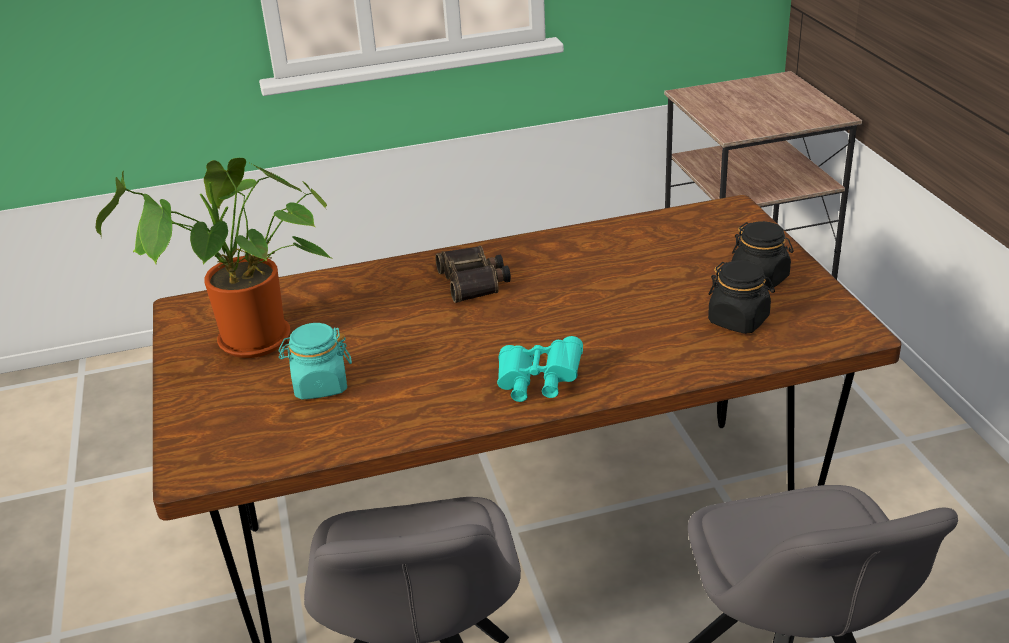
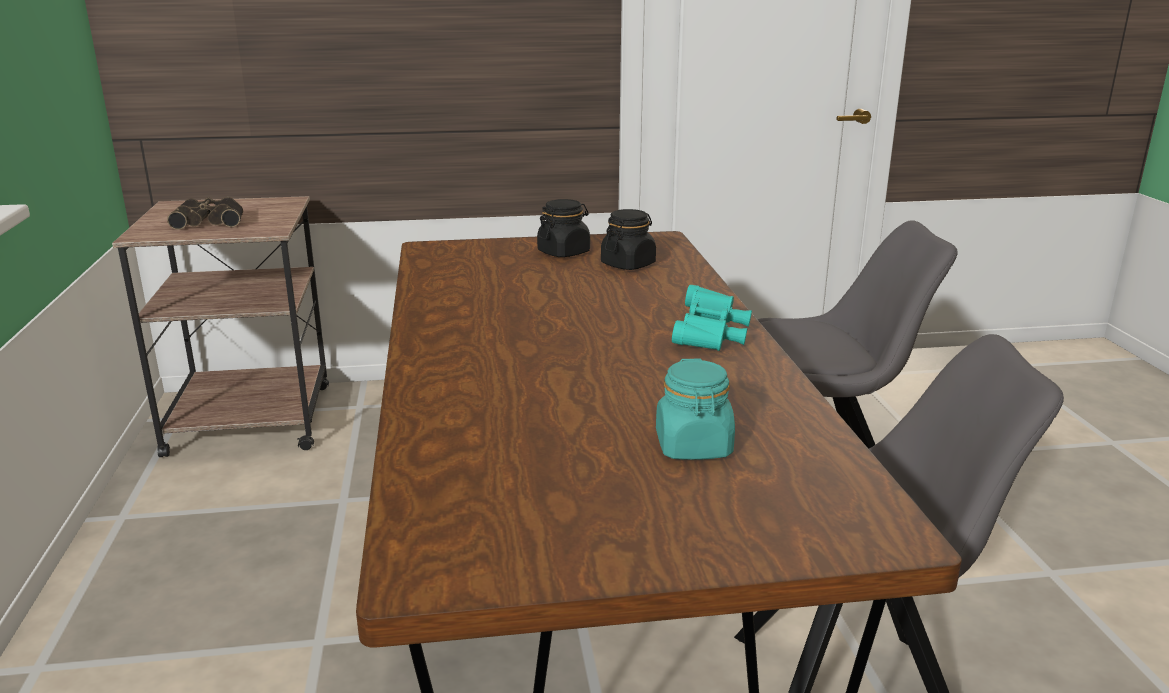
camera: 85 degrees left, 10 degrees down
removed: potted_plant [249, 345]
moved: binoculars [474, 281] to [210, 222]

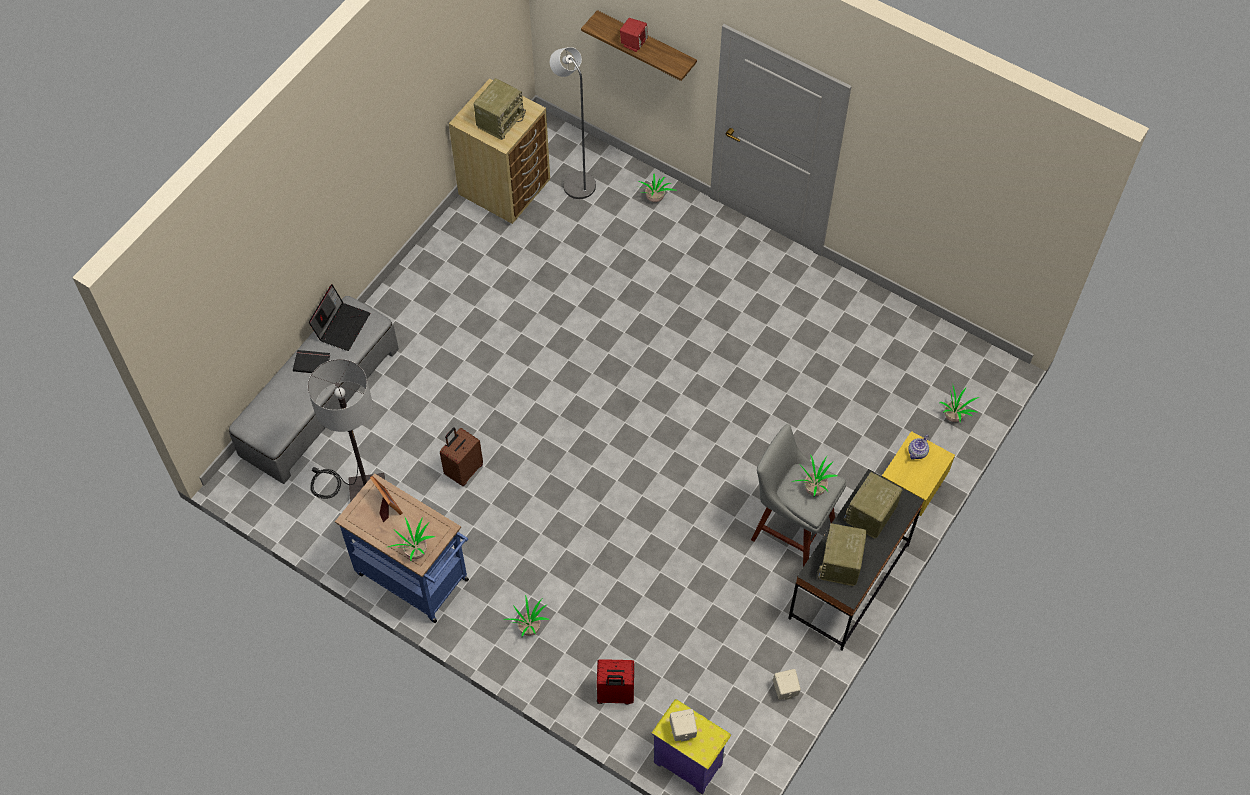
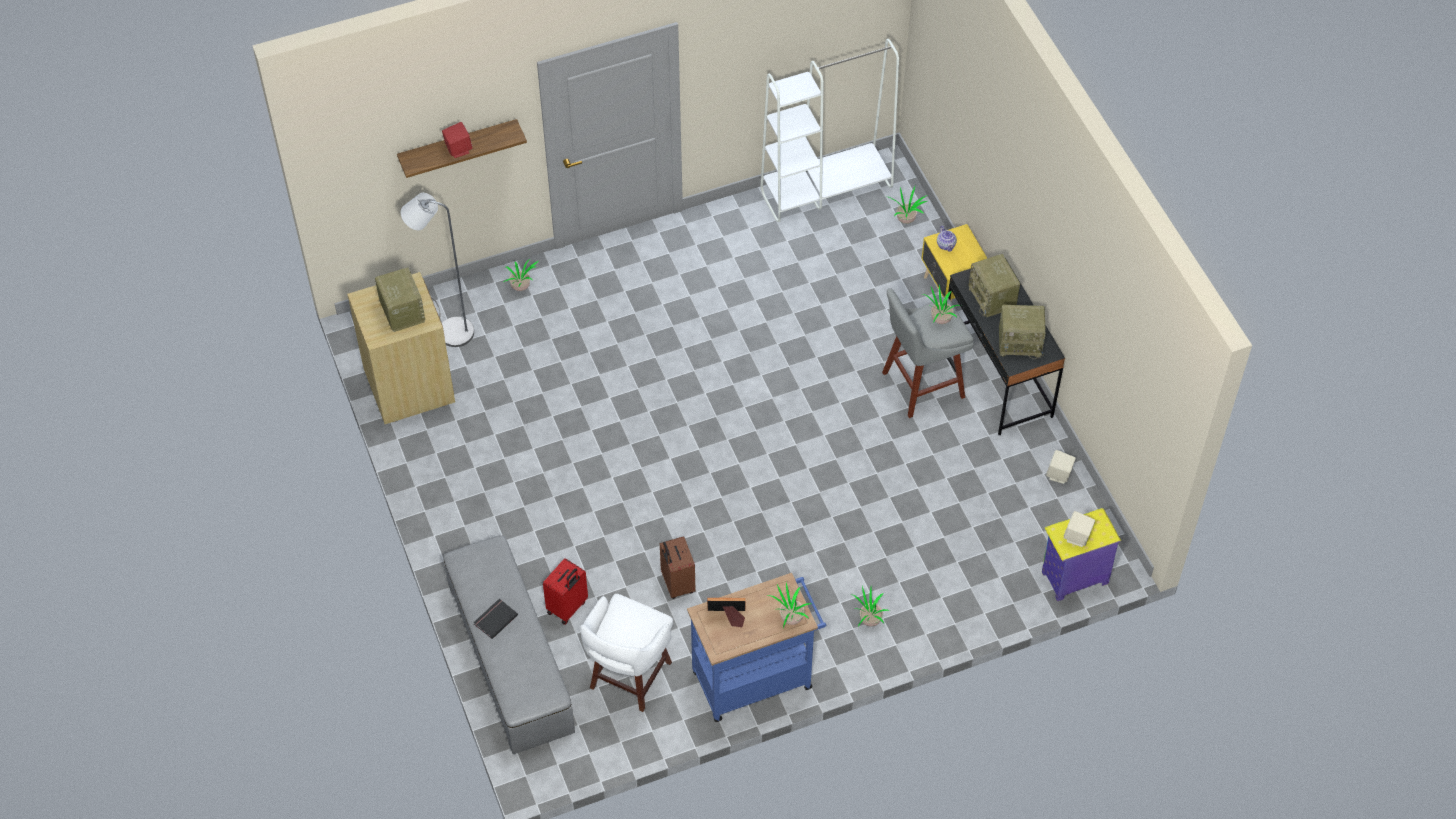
camera: 55 degrees left, 5 degrees down
removed: laptop [342, 325]
added: white_clothes_rack [827, 191]
moved: red_suitcase [615, 694] to [568, 608]
replaced: floor_lamp [355, 490] to white_stool [628, 678]
turned: radio [841, 564] = [1020, 342] 45 degrees counterclockwise

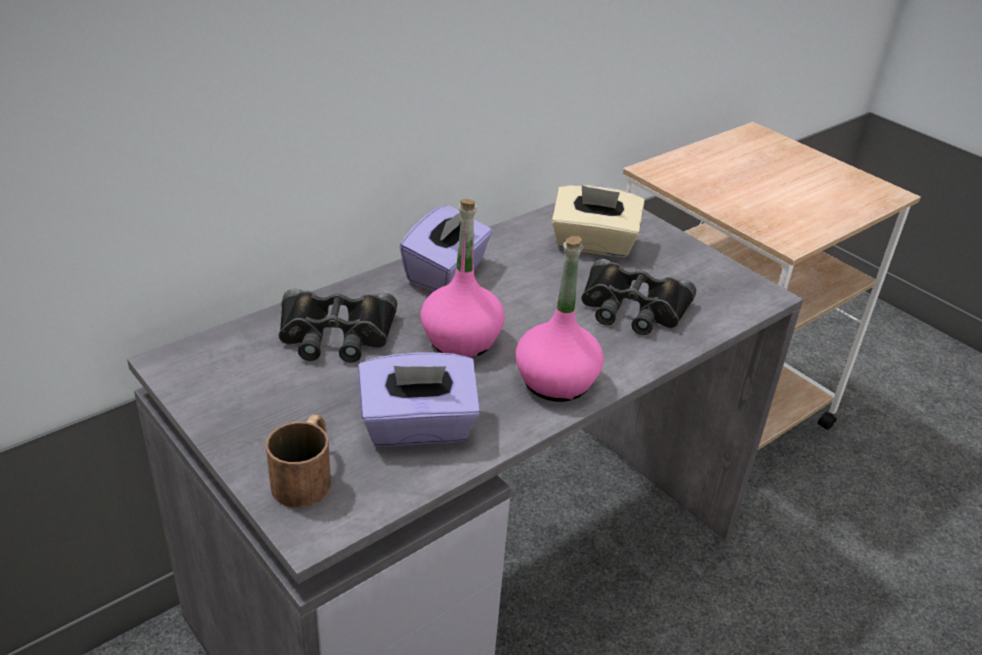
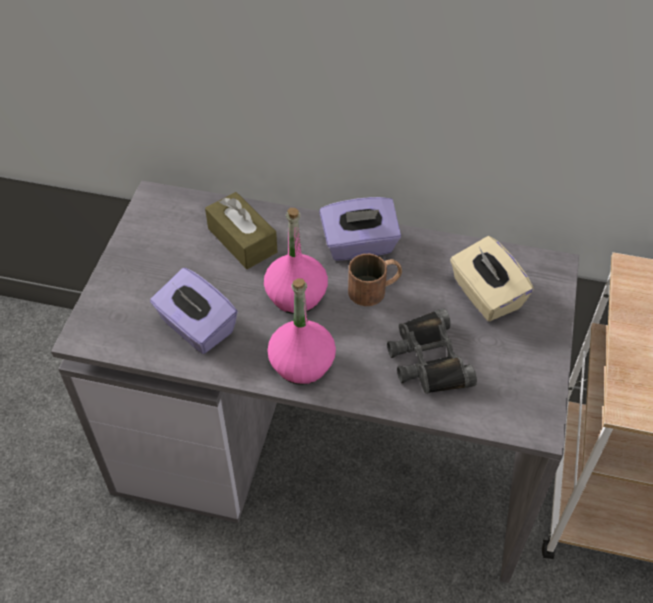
camera: 55 degrees right, 15 degrees up
moved: brown_mug [307, 474] to [375, 289]
replaced: black_binoculars [336, 335] to brown_tissue_box [242, 240]

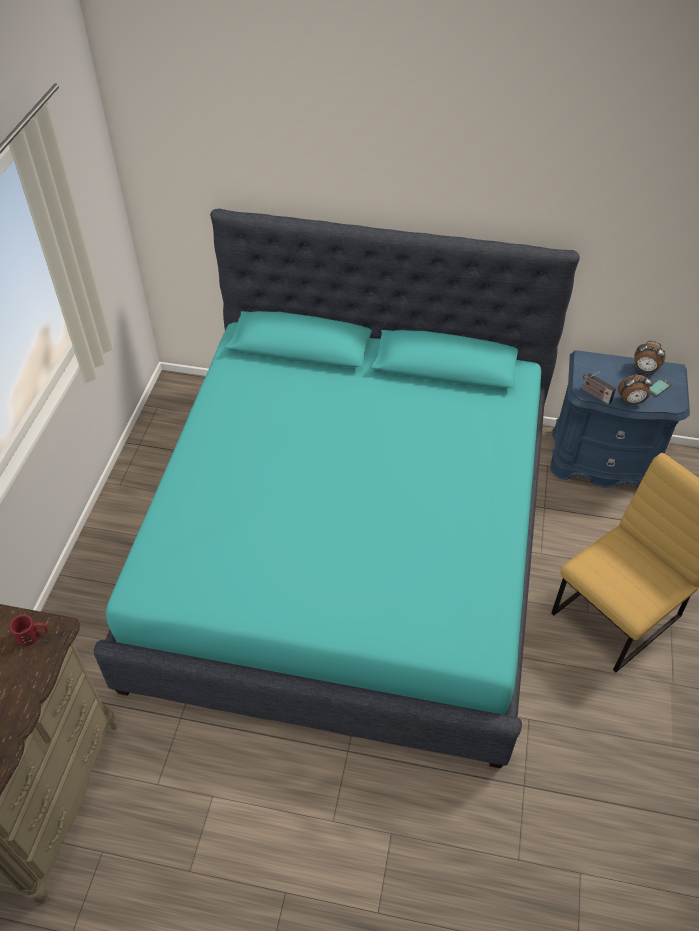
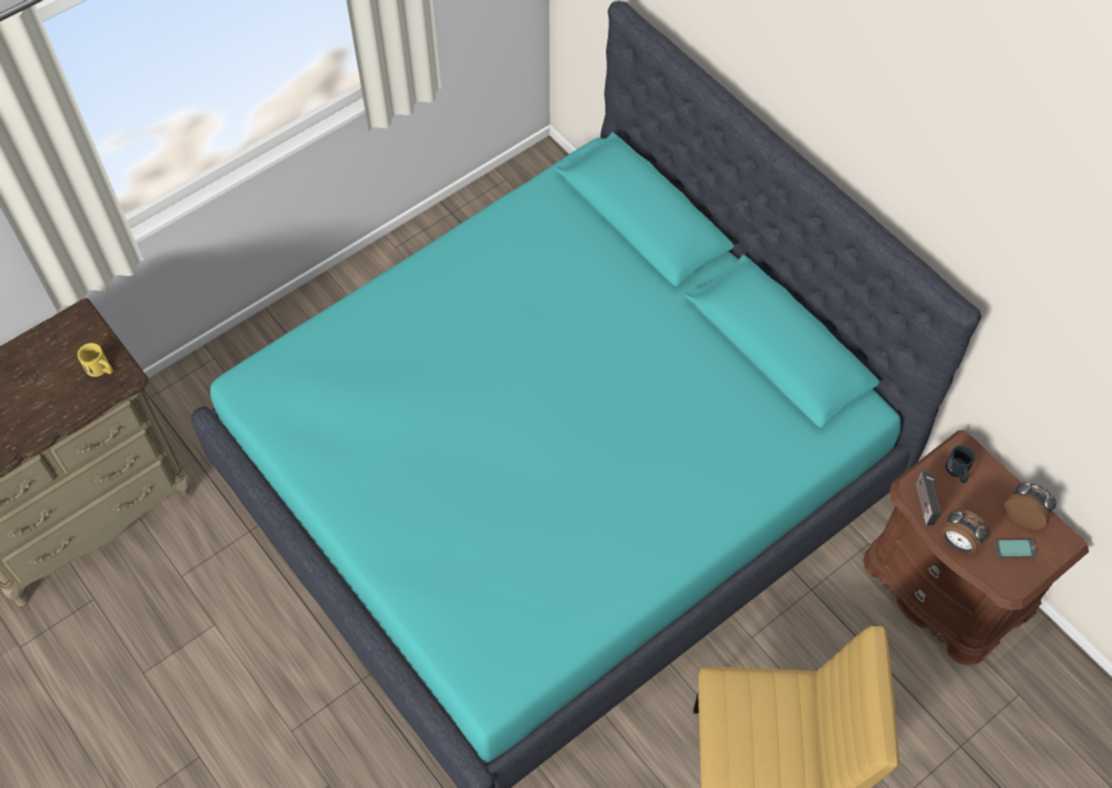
camera: 40 degrees right, 10 degrees up
added: black_mug [958, 472]
recoloured: blue_nightstand [603, 462] to brown_nightstand [943, 589]; red_mug [33, 635] to yellow_mug [101, 369]
turned: alarm_clock [644, 370] = [1023, 515] 150 degrees clockwise

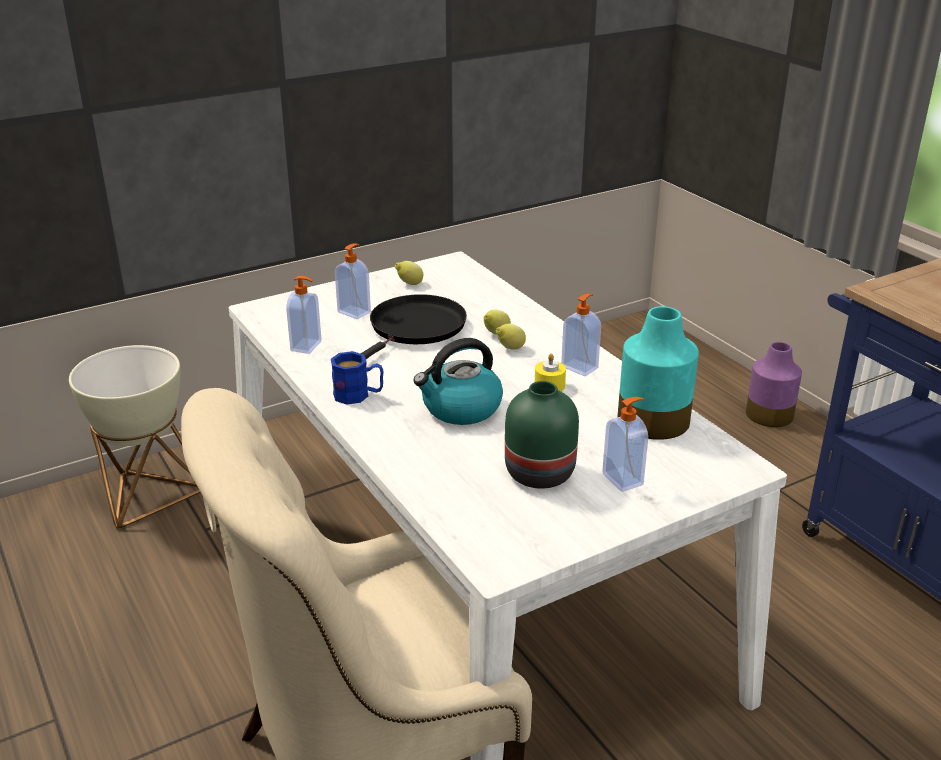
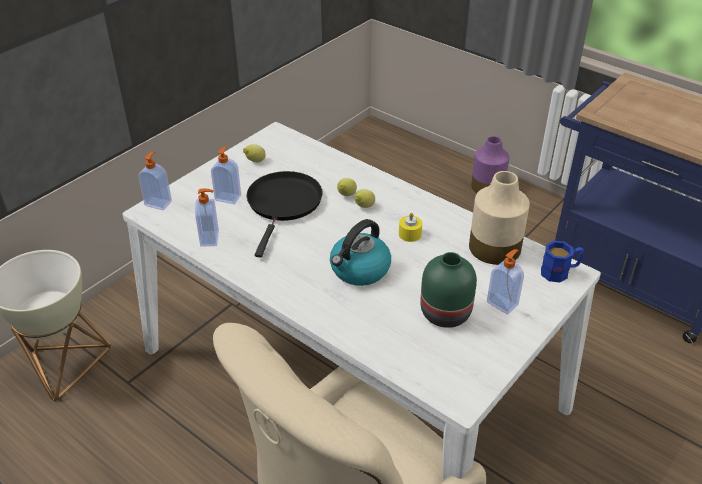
camera: 20 degrees left, 10 degrees up
moved: soap_dispenser [580, 367] to [158, 203]; blue_mug [358, 395] to [560, 272]
recoloured: turquoise_vase [654, 419] to beige_vase [495, 247]

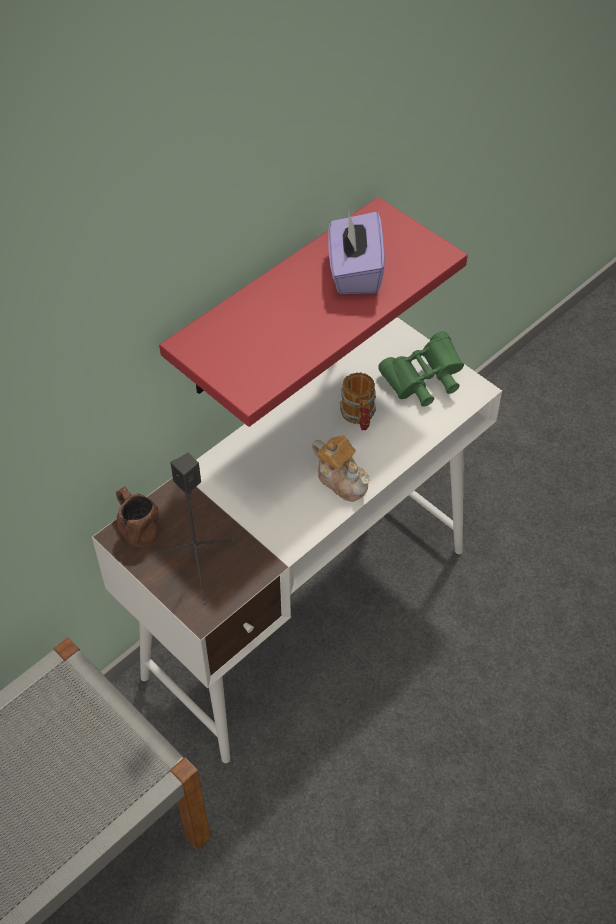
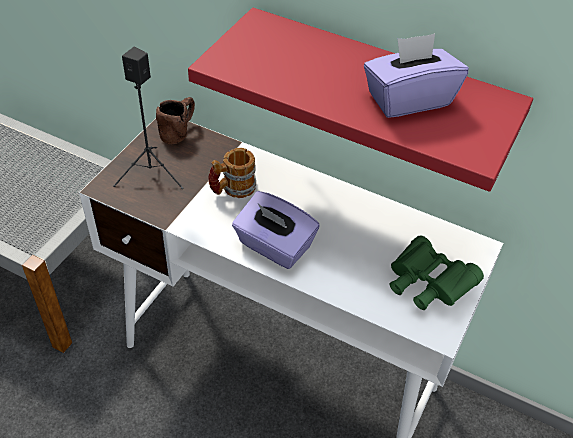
camera: 70 degrees right, 5 degrees down
moved: mug [359, 417] to [232, 189]
replaced: teapot [342, 480] to purple_tissue_box [274, 246]

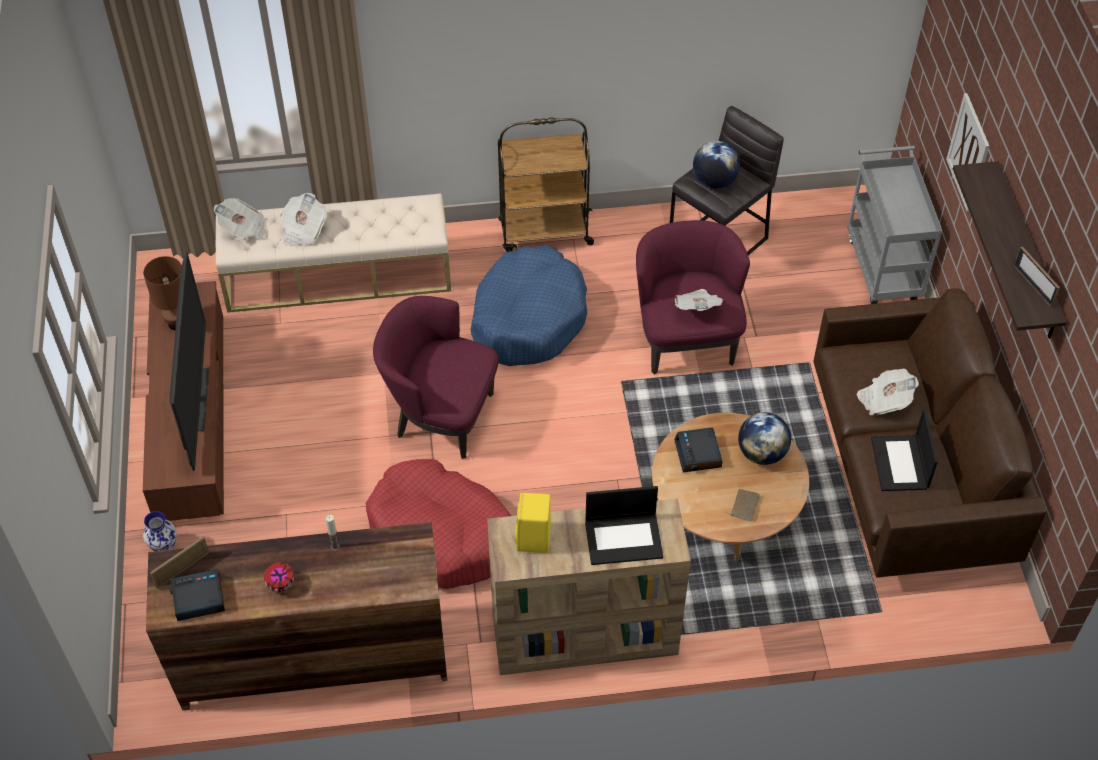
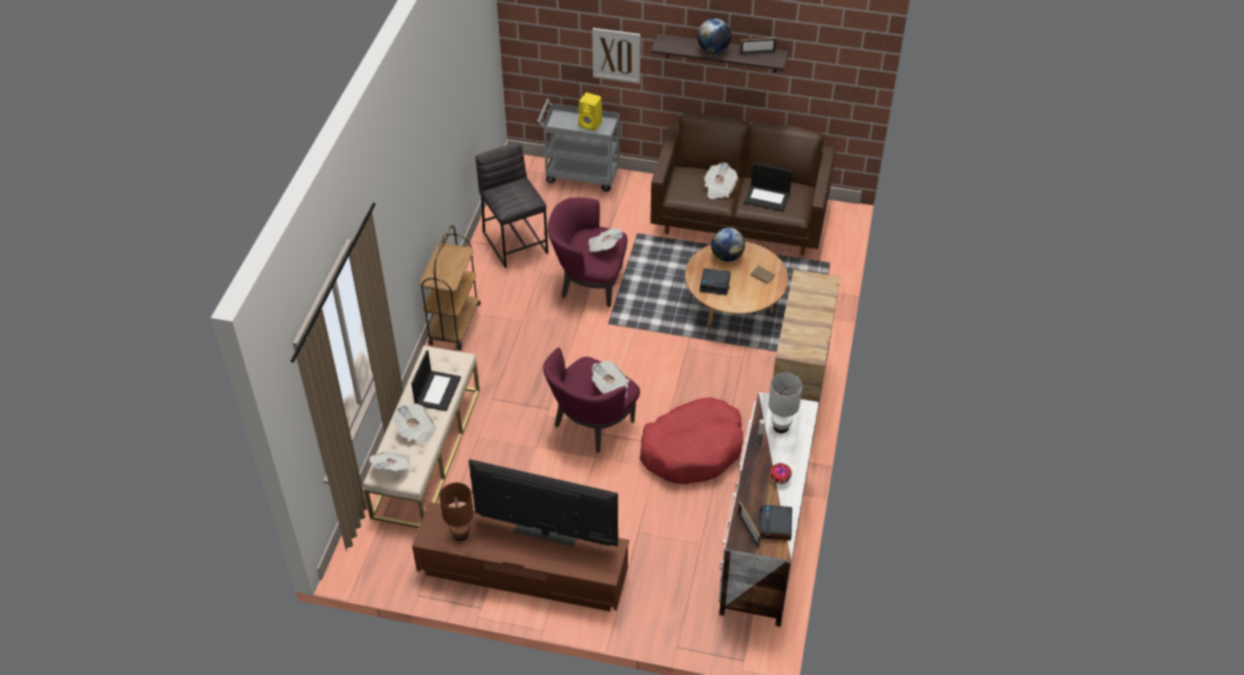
camera: 70 degrees left, 5 degrees down
removed: blue_dog_bed [528, 318]; vase [164, 547]
added: newspaper [611, 387]; white_table_lamp [781, 427]
moved: globe [714, 181] to [713, 50]; laptop [624, 538] to [437, 390]; yellow_speaker [534, 539] to [591, 124]
recoloured: brown_cabinet [311, 656] to white_cabinet [762, 543]

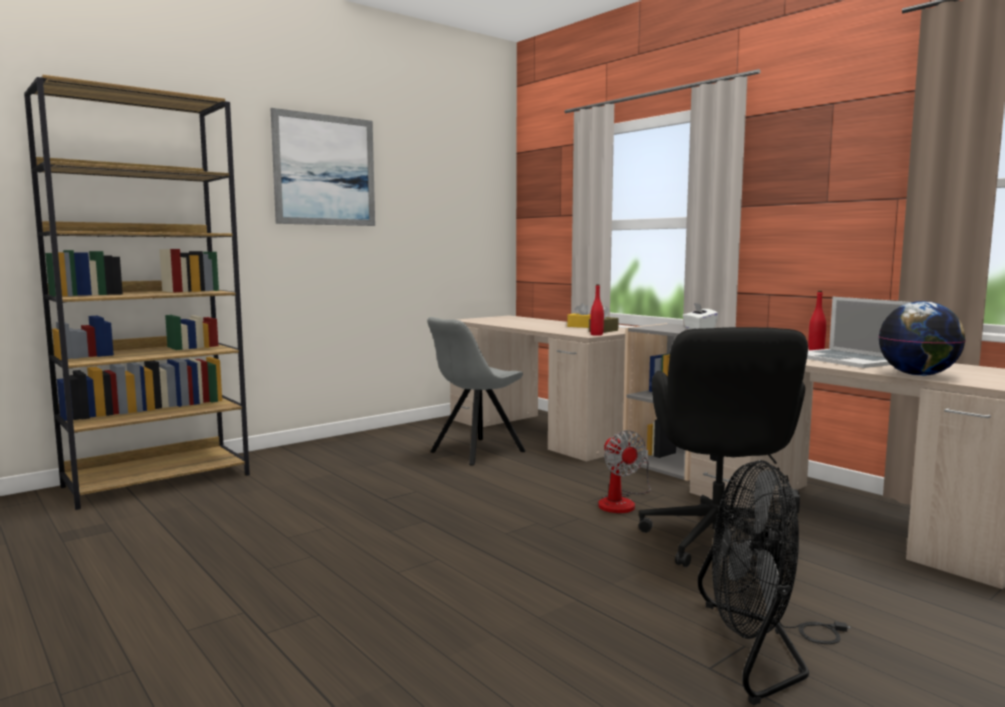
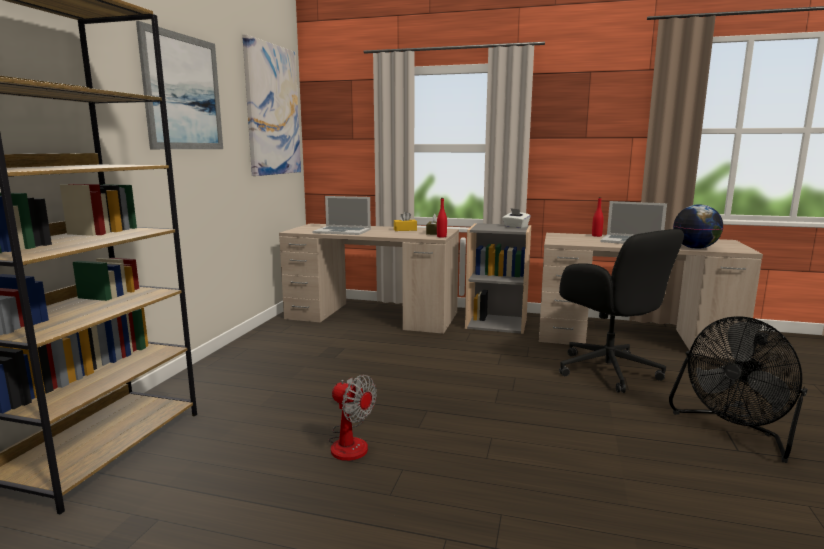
camera: 35 degrees left, 5 degrees up
removed: grey_chair [476, 451]
added: picture [272, 110]; laptop [342, 231]
moved: fan [622, 502] to [350, 442]

